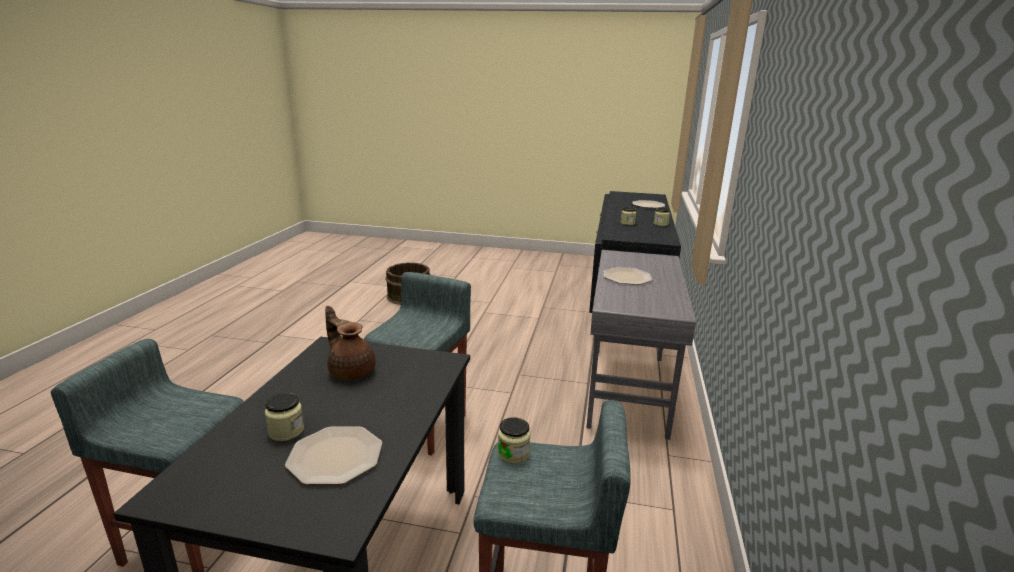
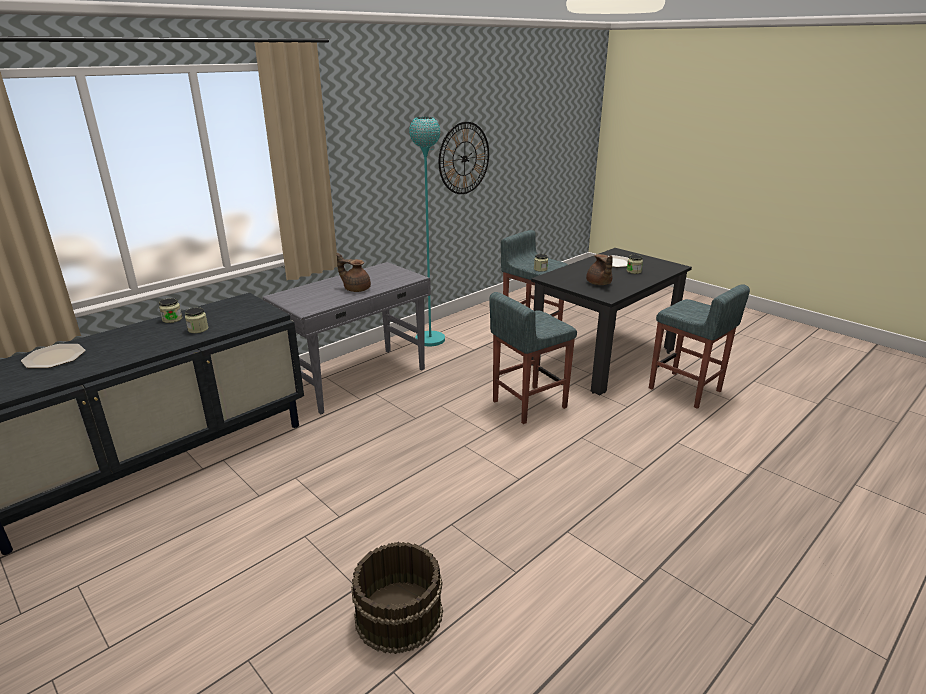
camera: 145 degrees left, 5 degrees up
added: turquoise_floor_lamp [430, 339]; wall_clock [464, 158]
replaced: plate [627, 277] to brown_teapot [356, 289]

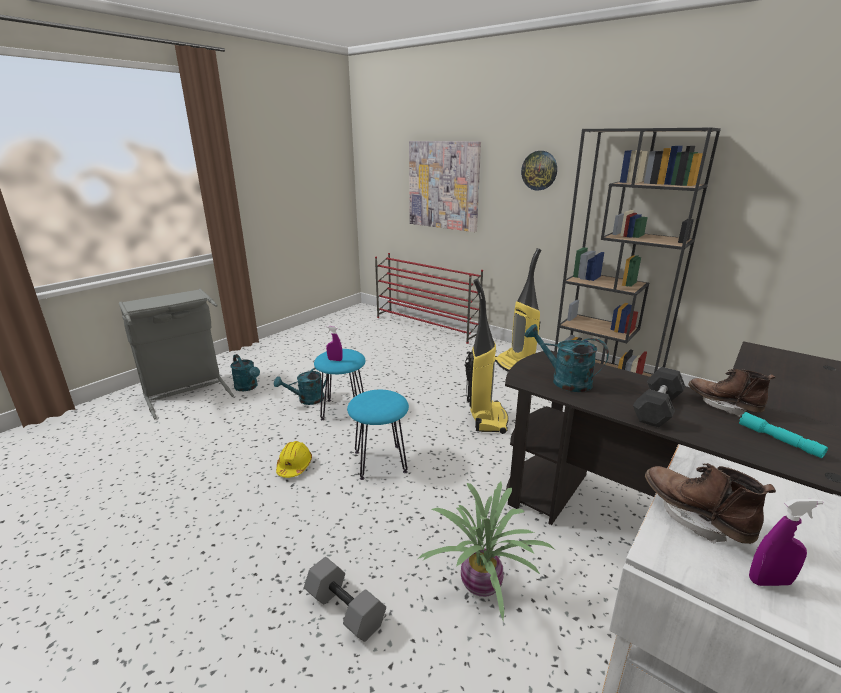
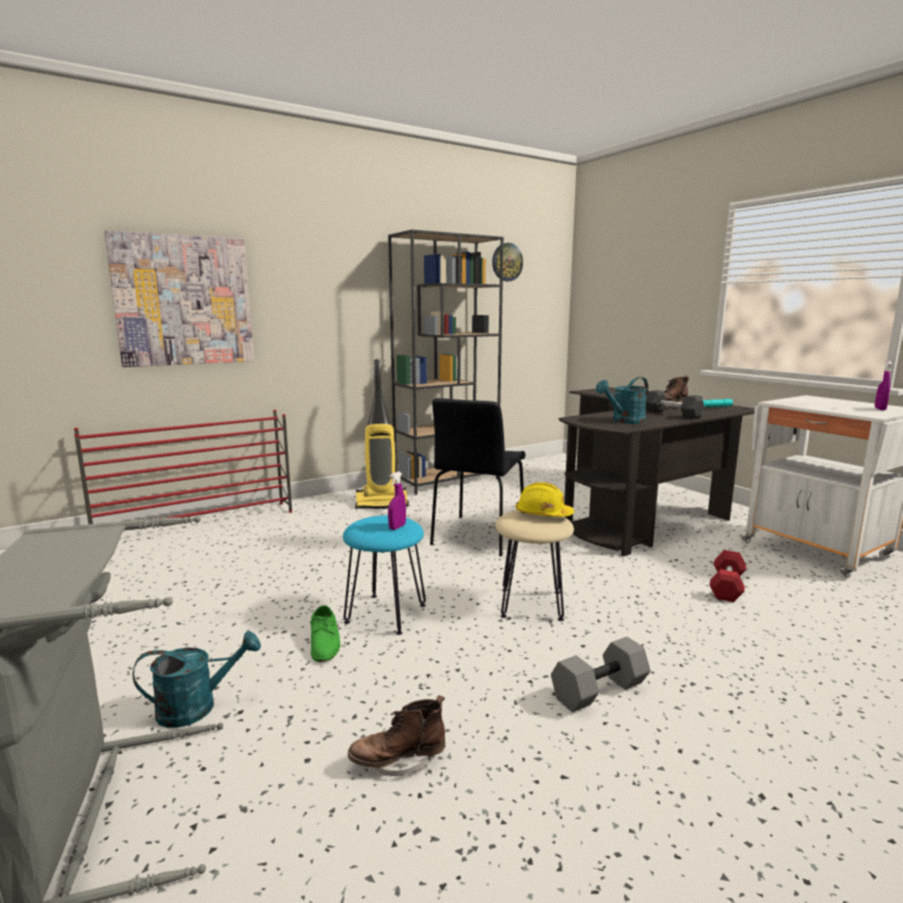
camera: 70 degrees left, 10 degrees down
moved: wall_clock [539, 170] to [507, 262]; yellow_hard_hat [294, 466] to [543, 514]; brown_boot [694, 517] to [398, 761]; grey_dumbbell [343, 610] to [600, 692]
replaced: vacuum_cleaner [486, 418] to black_chair [478, 536]; turquoise_watering_can [306, 400] to green_shoe [325, 642]; potted_plant [480, 587] to red_dumbbell [727, 586]
recoloured: turquoise_stool [380, 462] to beige_stool [531, 604]

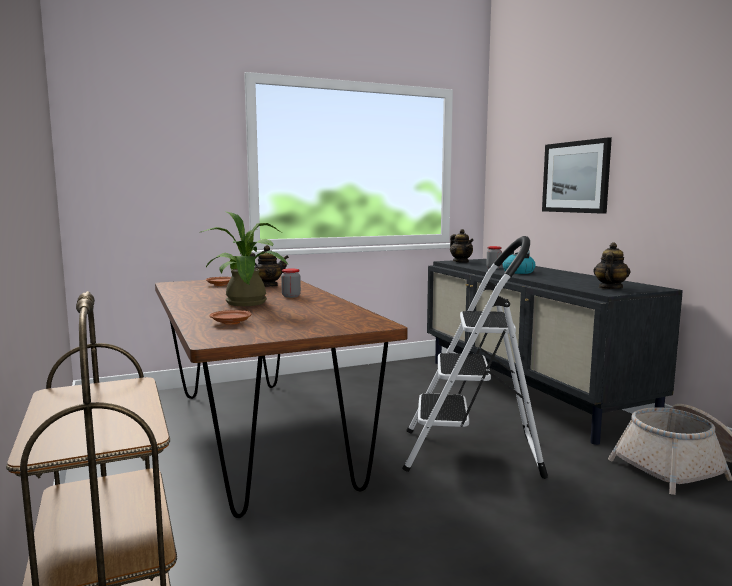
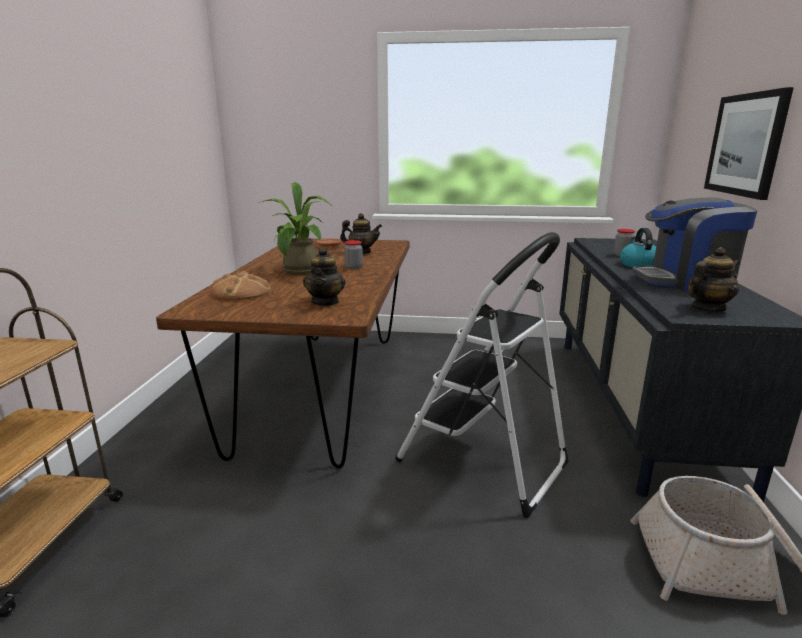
camera: 30 degrees right, 10 degrees up
added: coffee_machine [686, 281]
moved: teapot [461, 262] to [325, 302]
replaced: brown_plate [230, 323] to bread [241, 292]

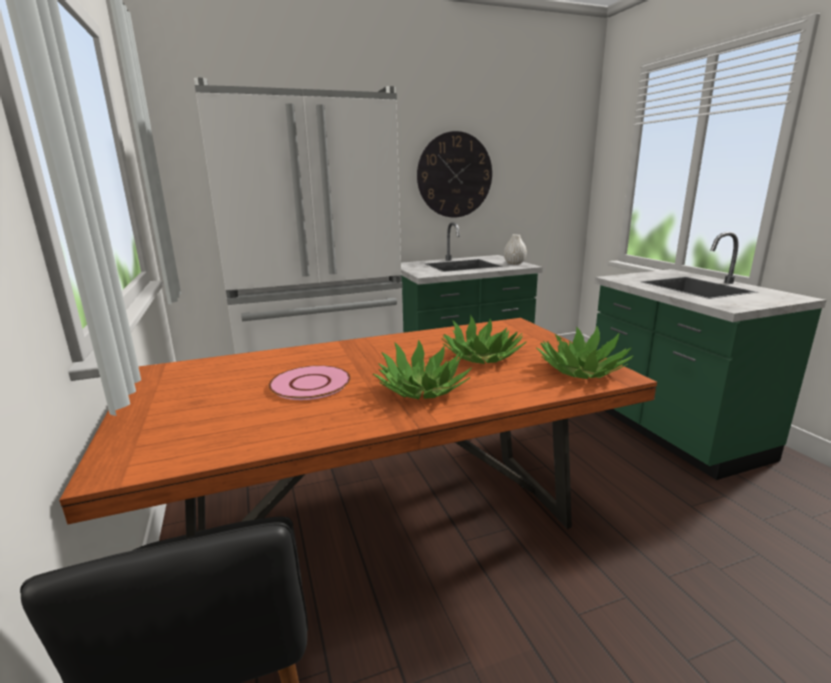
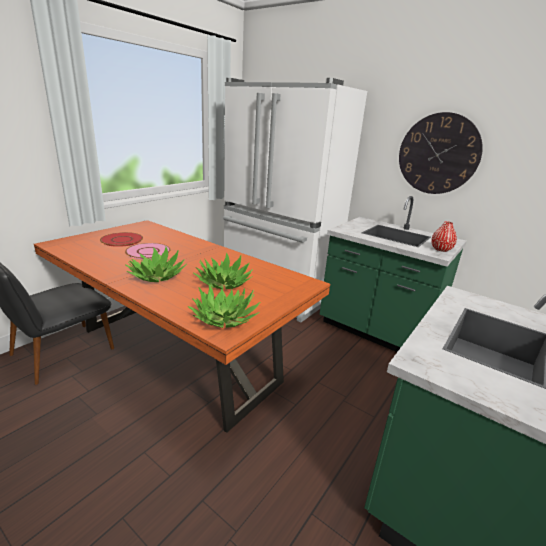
camera: 55 degrees right, 5 degrees up
added: red_plate [122, 240]
recoloured: white_vase [514, 263] to red_vase [441, 249]

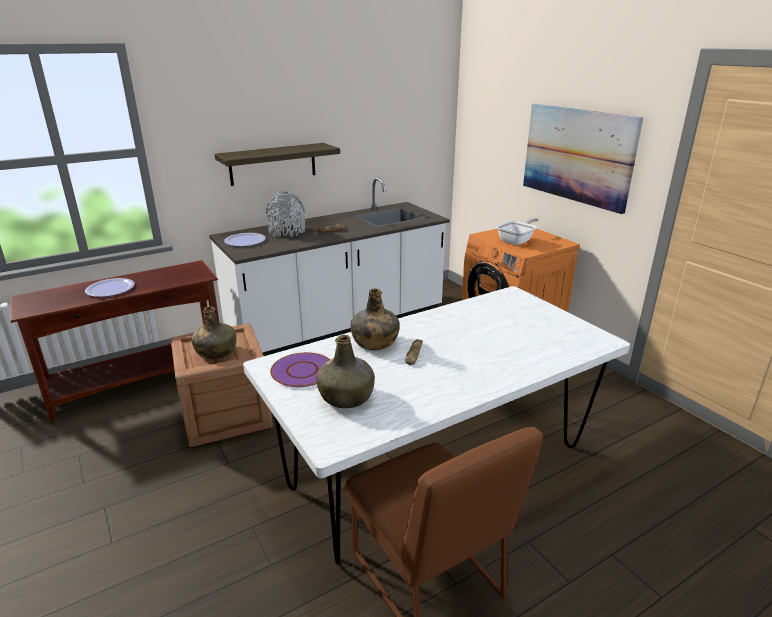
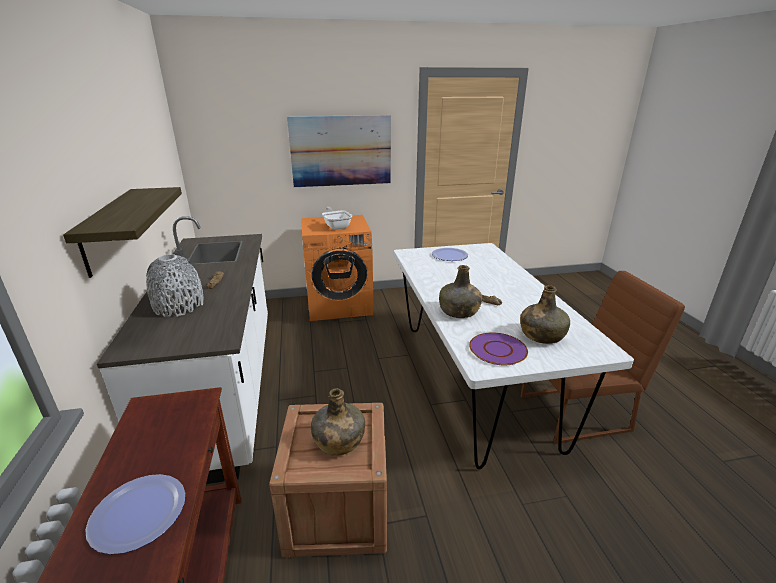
camera: 70 degrees left, 0 degrees up
moved: plate [245, 241] to [449, 255]

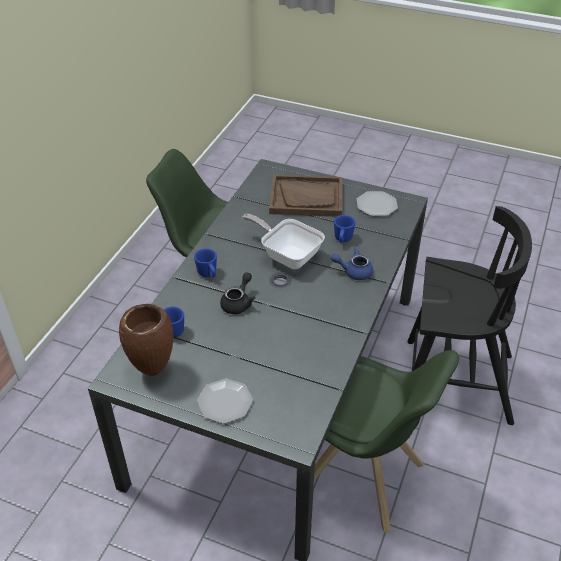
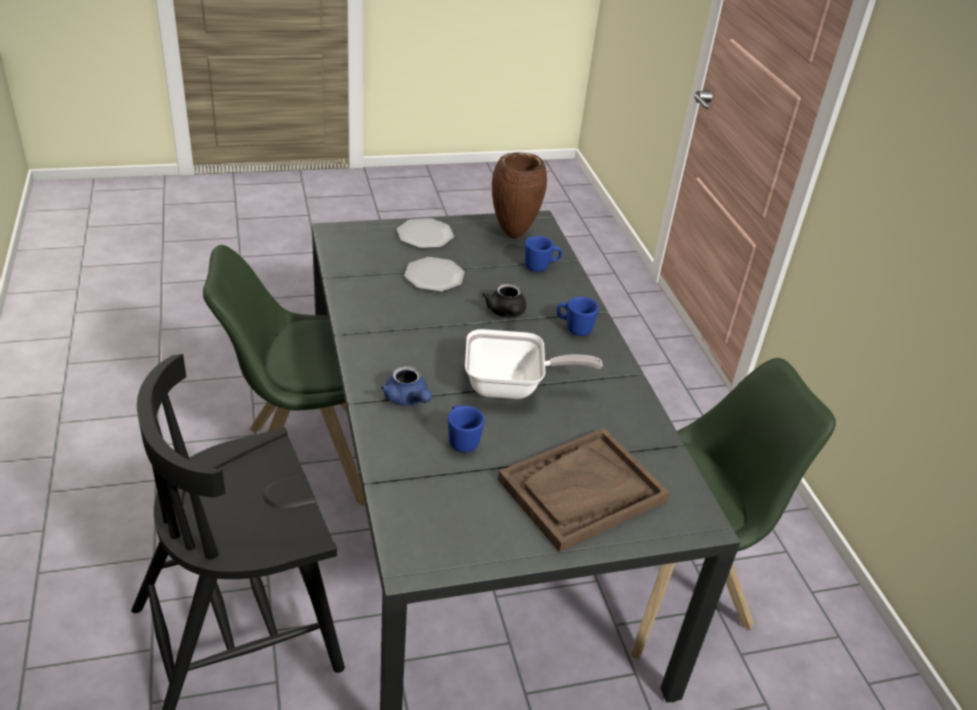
camera: 140 degrees right, 5 degrees down
moved: plate [376, 205] to [435, 277]
turned: blue_teapot [353, 271] = [408, 399] 90 degrees clockwise

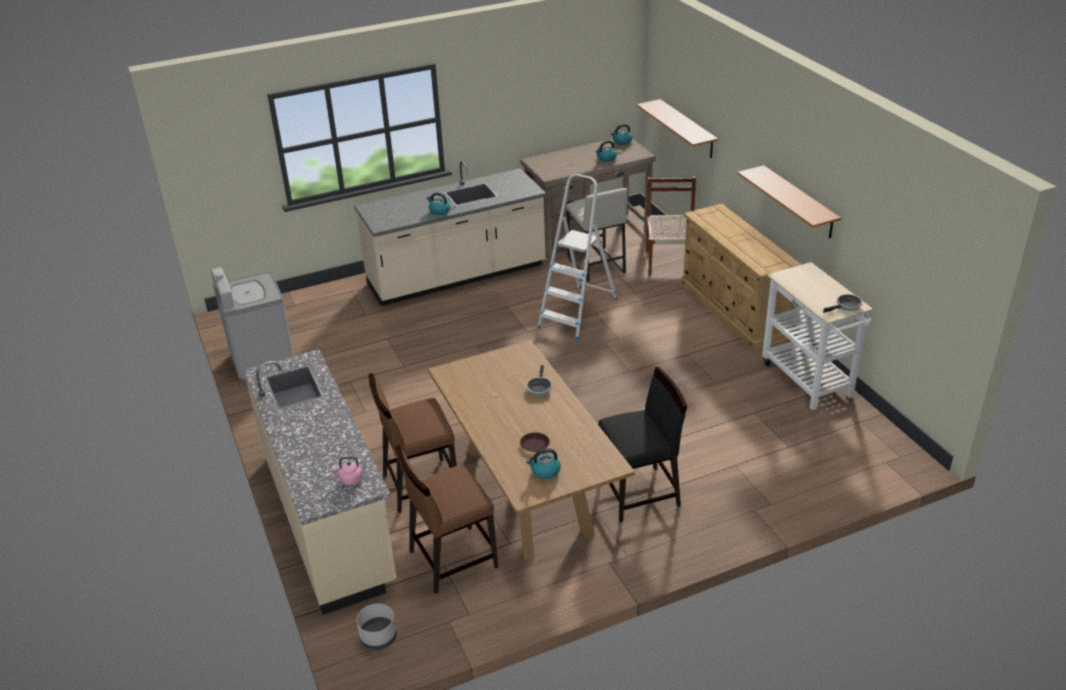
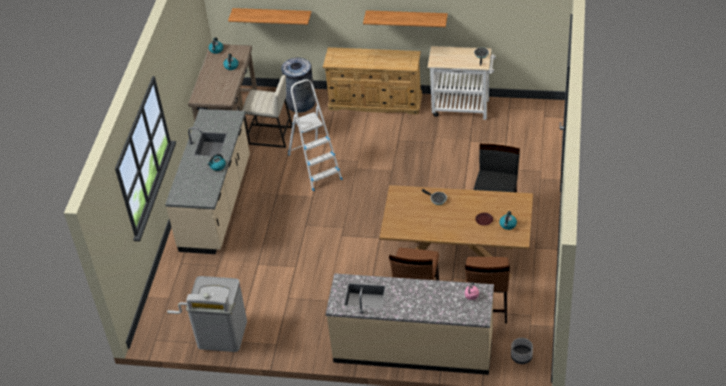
camera: 55 degrees left, 10 degrees up
replaced: chair [670, 262] to grey_trash_can [301, 103]

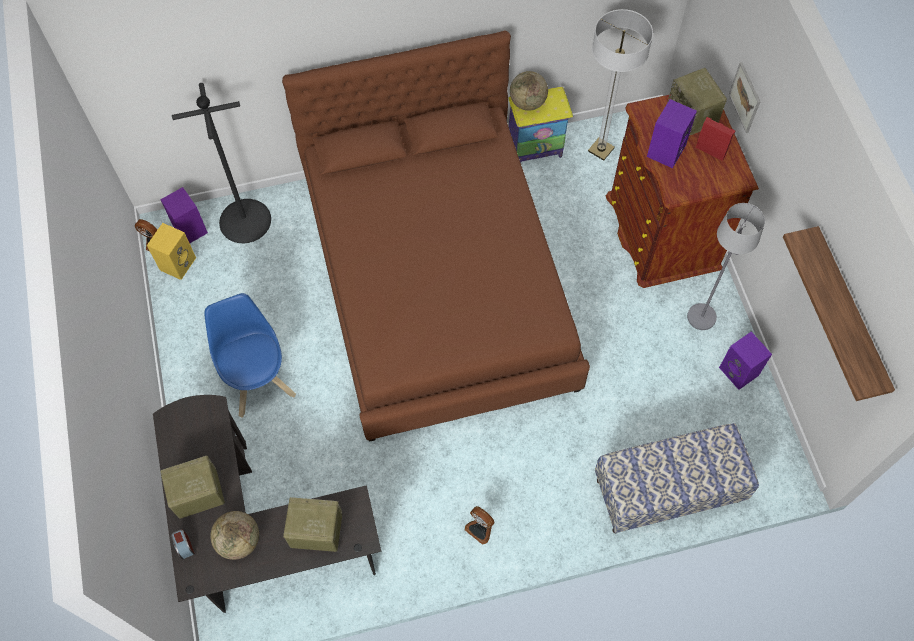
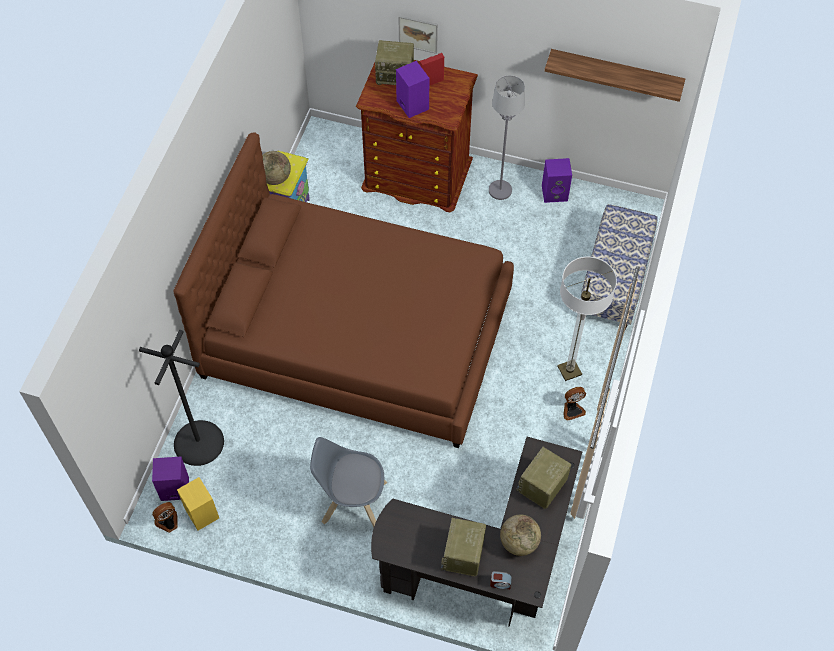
camera: 60 degrees left, 5 degrees down
moved: floor_lamp [601, 149] to [569, 370]
recoloured: blue_chair [257, 378] to grey_chair [352, 501]

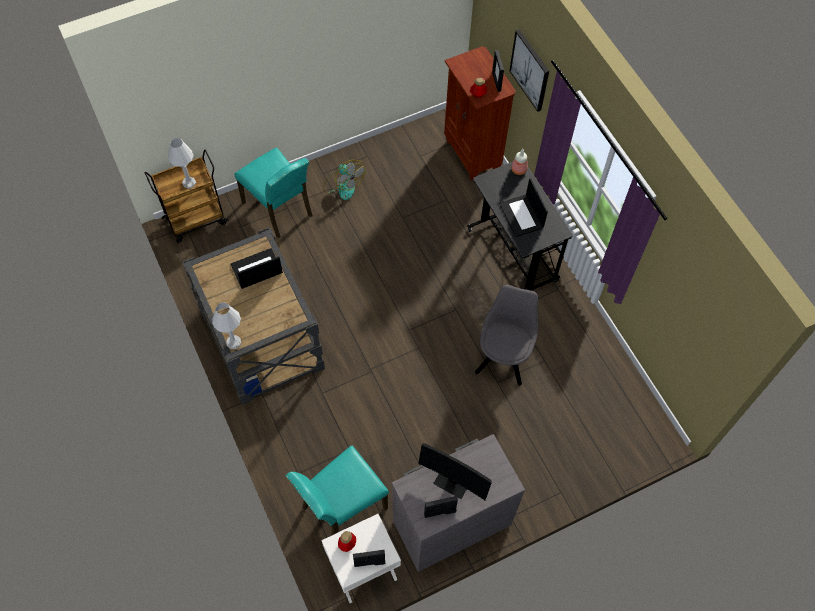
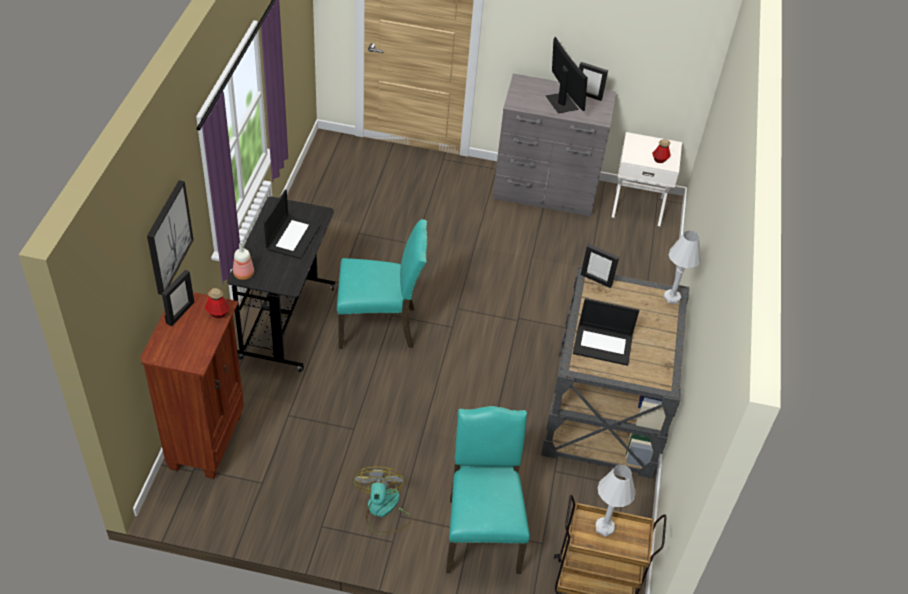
camera: 145 degrees left, 15 degrees down
removed: grey_chair [503, 357]
moved: turquoise_chair [342, 507] to [379, 326]; picture_frame [369, 563] to [596, 279]

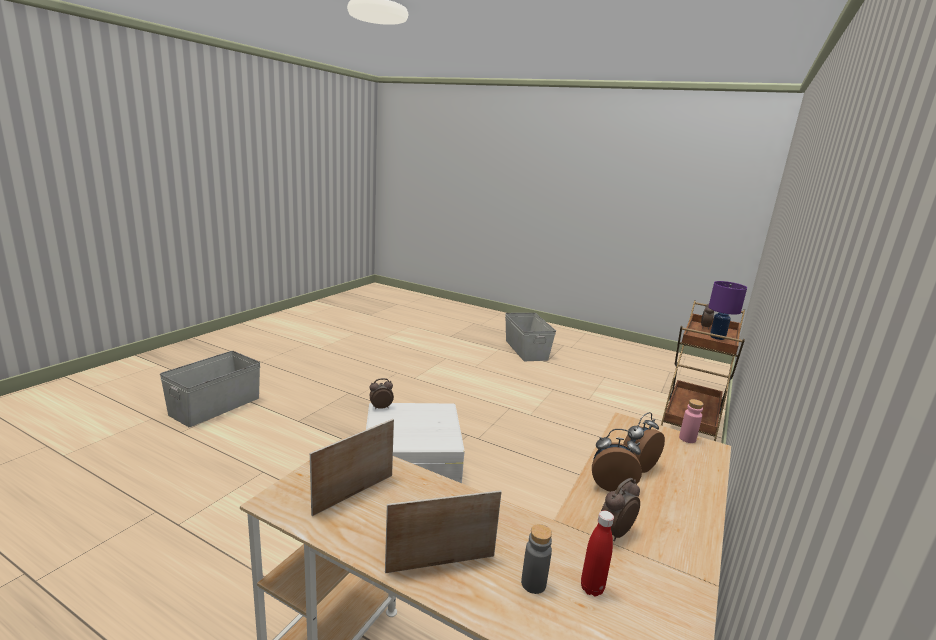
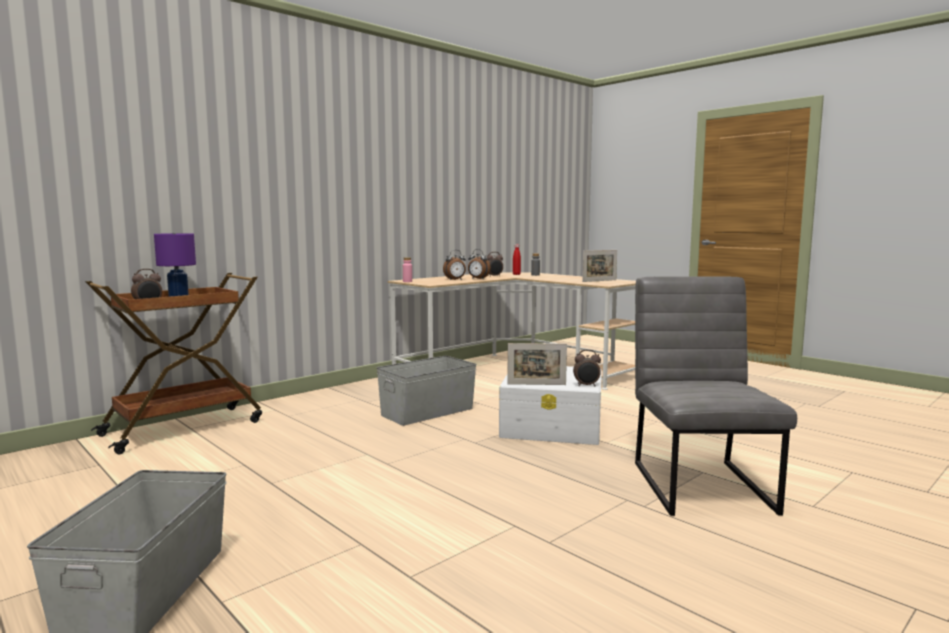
camera: 160 degrees left, 10 degrees down
added: grey_chair [701, 484]
moved: grey_storage_box [214, 406] to [428, 412]; picture_frame [441, 564] to [536, 384]

